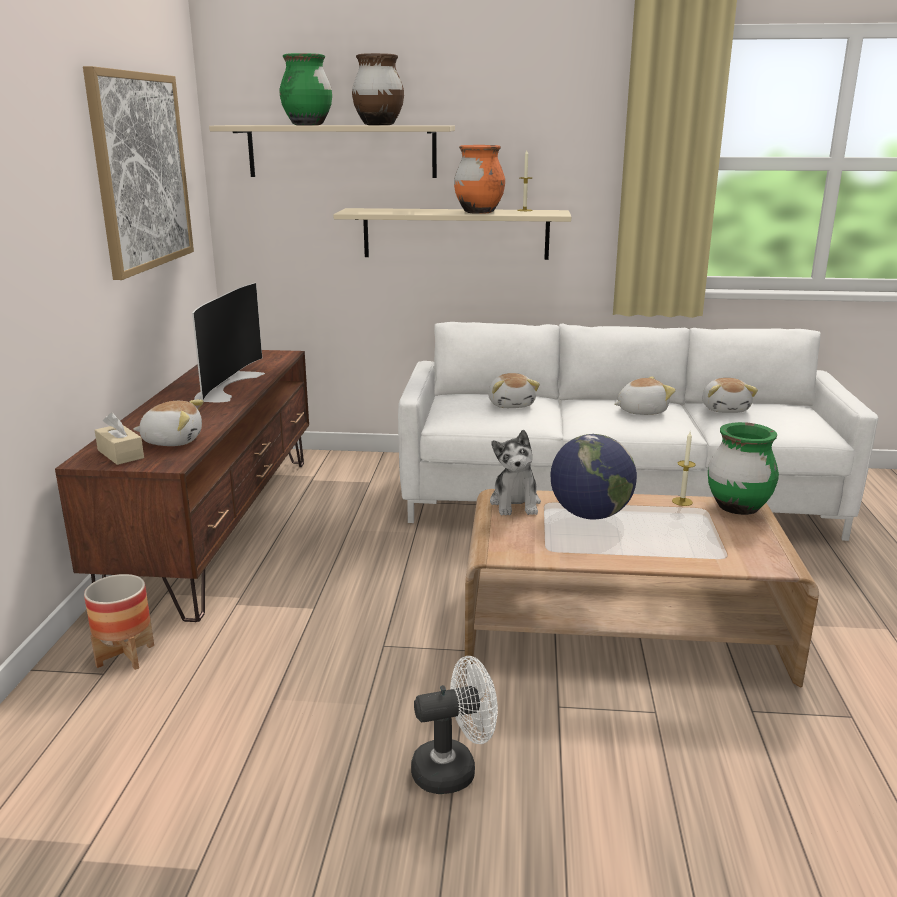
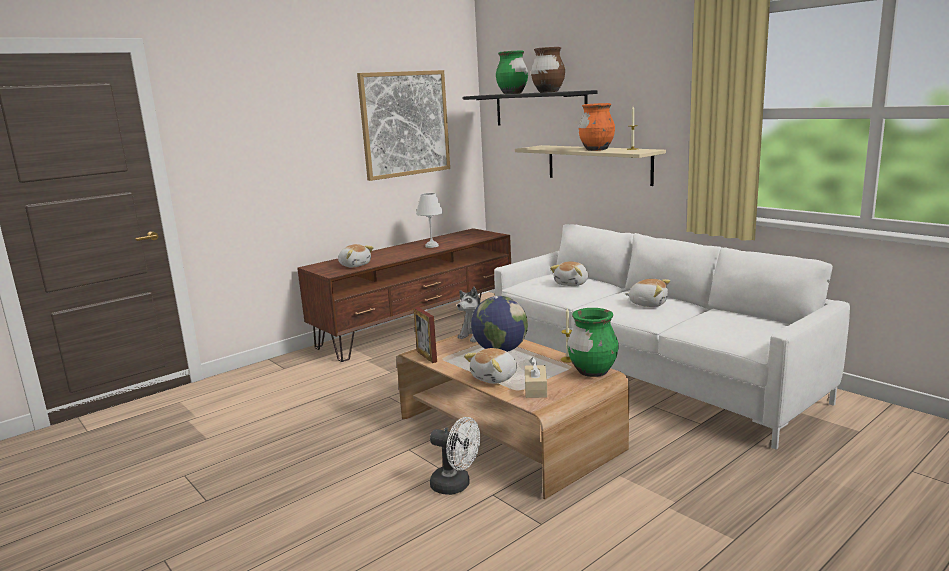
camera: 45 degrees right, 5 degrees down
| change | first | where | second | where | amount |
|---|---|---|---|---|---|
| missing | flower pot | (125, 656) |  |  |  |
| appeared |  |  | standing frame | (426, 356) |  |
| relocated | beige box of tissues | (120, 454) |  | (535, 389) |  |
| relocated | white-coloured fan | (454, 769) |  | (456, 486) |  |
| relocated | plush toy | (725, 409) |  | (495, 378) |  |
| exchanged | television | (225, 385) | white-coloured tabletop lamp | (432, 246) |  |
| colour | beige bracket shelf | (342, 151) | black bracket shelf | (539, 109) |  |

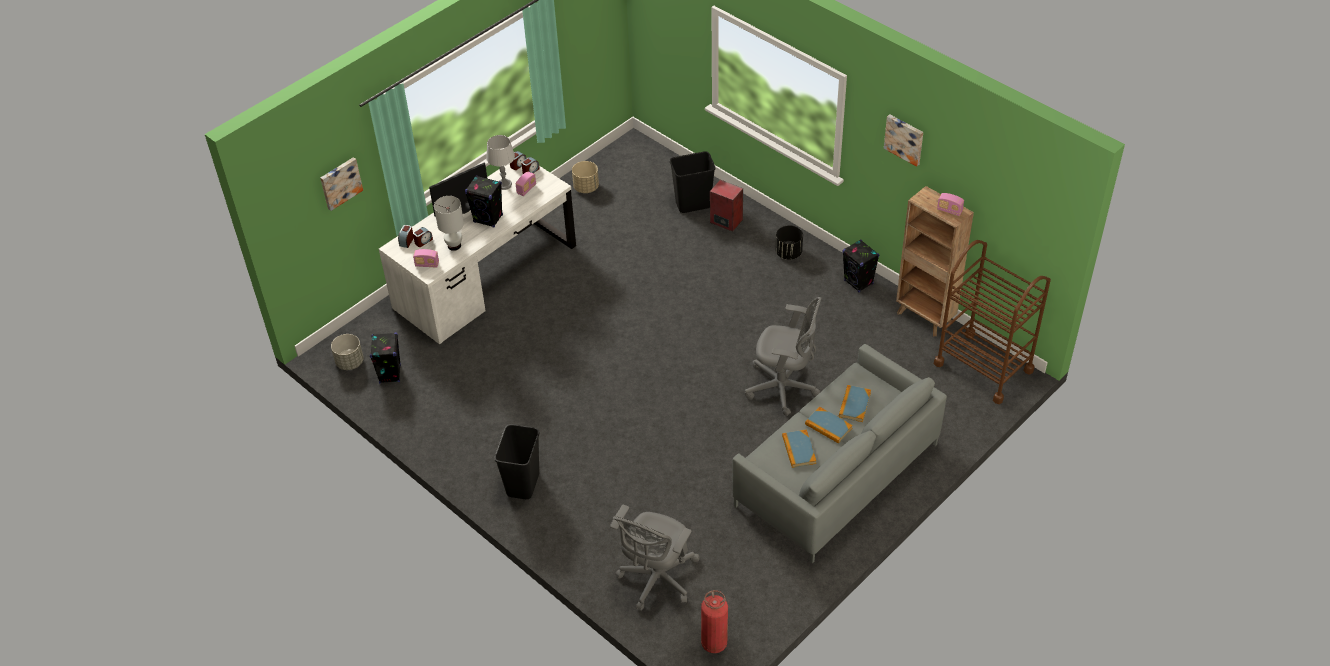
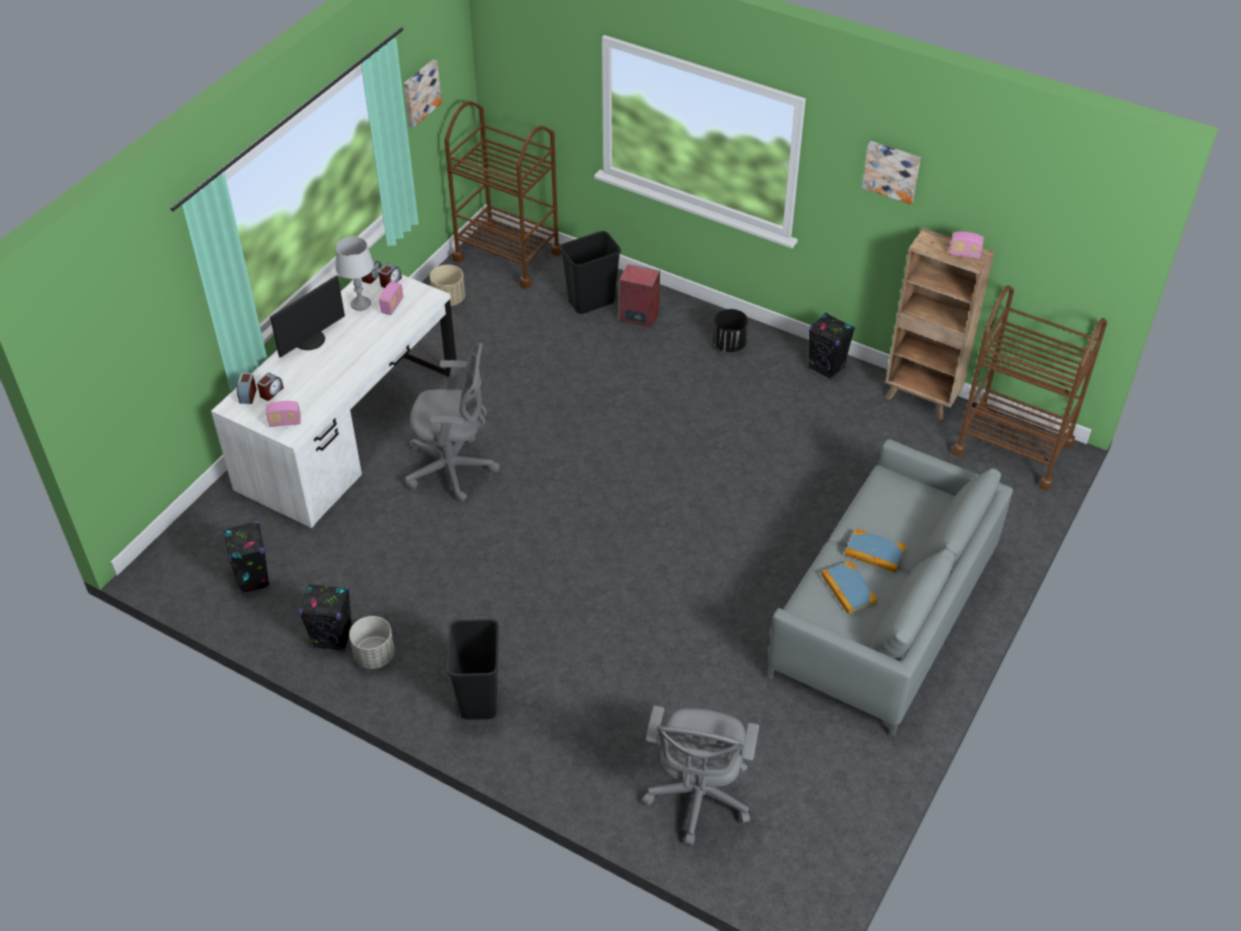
camera: 15 degrees left, 0 degrees up
| change | first | where | second | where | amount |
|---|---|---|---|---|---|
| missing | white-coloured tabletop lamp | (454, 246) |  |  |  |
| missing | fire extinguisher | (714, 643) |  |  |  |
| missing | bound book | (854, 405) |  |  |  |
| appeared |  |  | brown wheeled cart | (507, 256) |  |
| relocated | picture | (340, 183) |  | (420, 92) |  |
| relocated | gray flower pot | (350, 362) |  | (374, 655) |  |
| relocated | black speaker | (488, 219) |  | (333, 638) |  |
| relocated | gray desk chair | (784, 388) |  | (454, 469) |  |

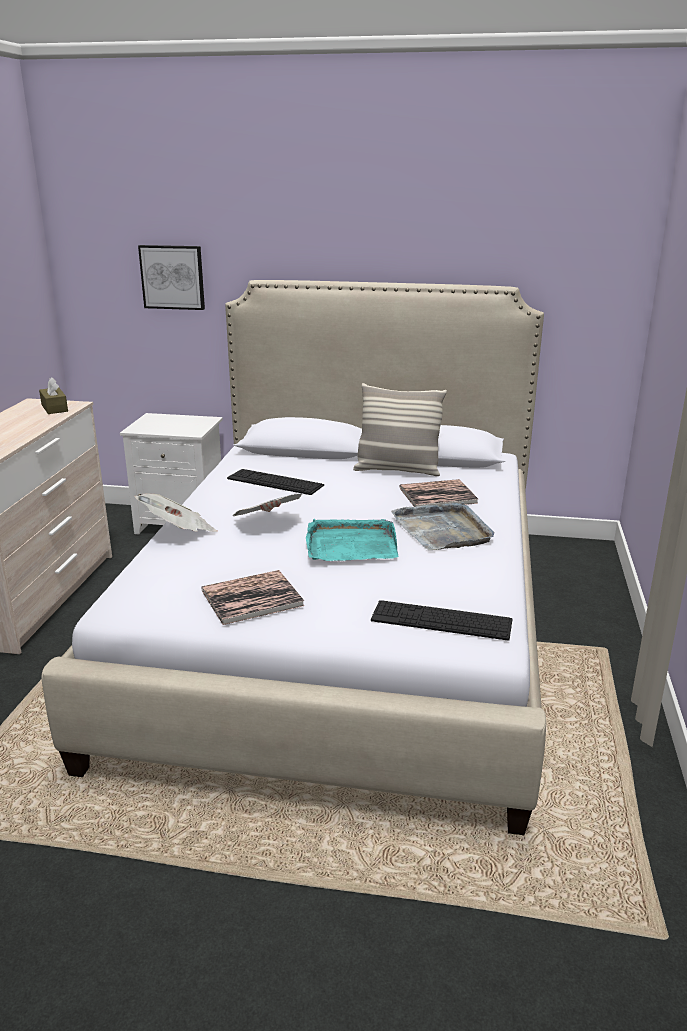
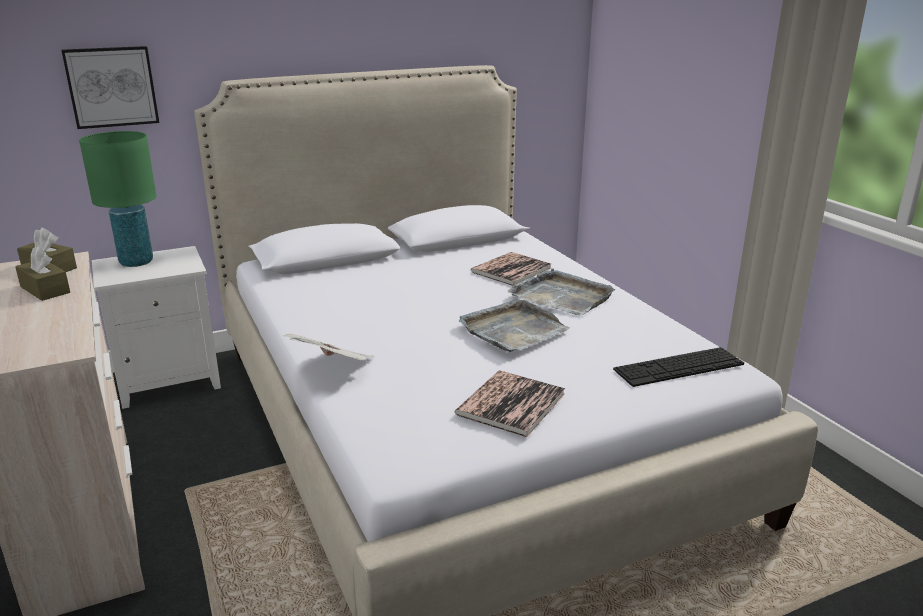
camera: 35 degrees left, 0 degrees up
| change | first | where | second | where | amount |
|---|---|---|---|---|---|
| missing | computer keyboard | (275, 482) |  |  |  |
| missing | newspaper | (267, 523) |  |  |  |
| missing | pillow | (397, 470) |  |  |  |
| appeared |  |  | brown box of tissues | (45, 290) |  |
| appeared |  |  | green tabletop lamp | (136, 262) |  |
| colour | turquoise-coloured carrying tray | (350, 544) | gray carrying tray | (512, 330) |  |

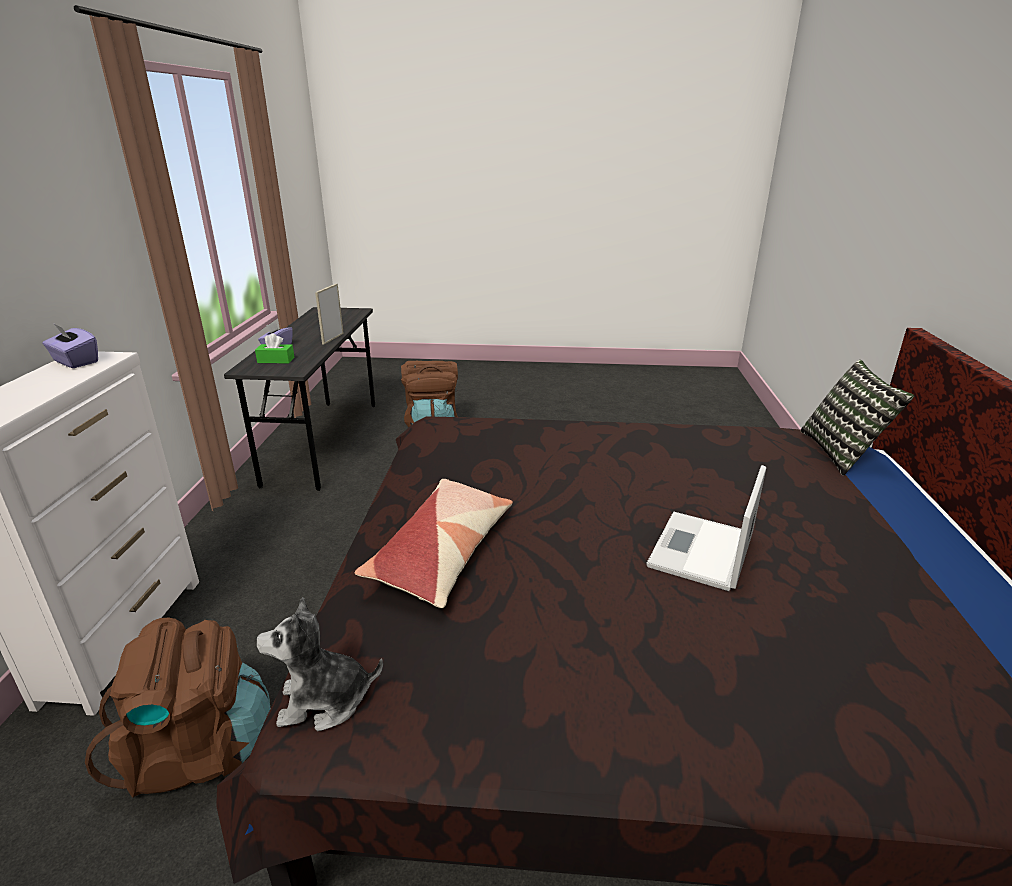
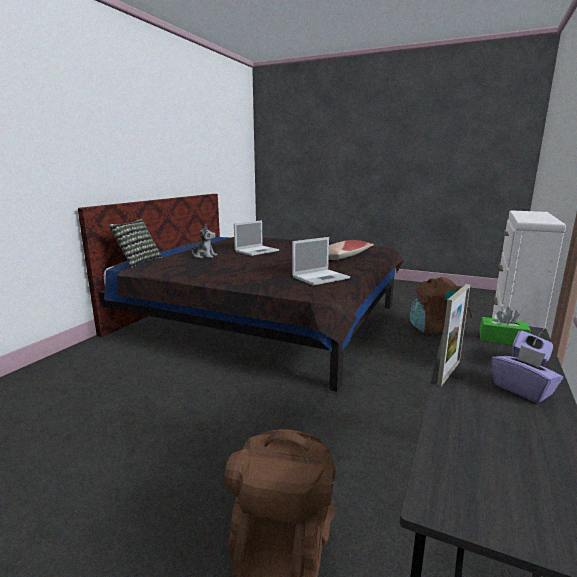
camera: 160 degrees left, 10 degrees down
| change | first | where | second | where | amount |
|---|---|---|---|---|---|
| appeared |  |  | portable computer | (321, 277) |  |
| relocated | purple box of tissues | (75, 362) |  | (522, 390) |  |
| relocated | plush toy | (324, 701) |  | (204, 256) |  |

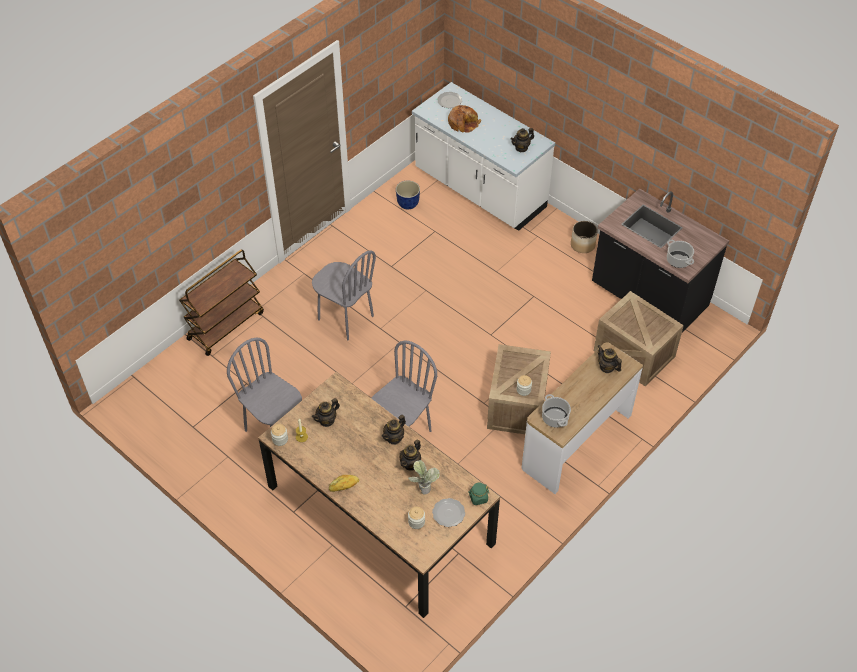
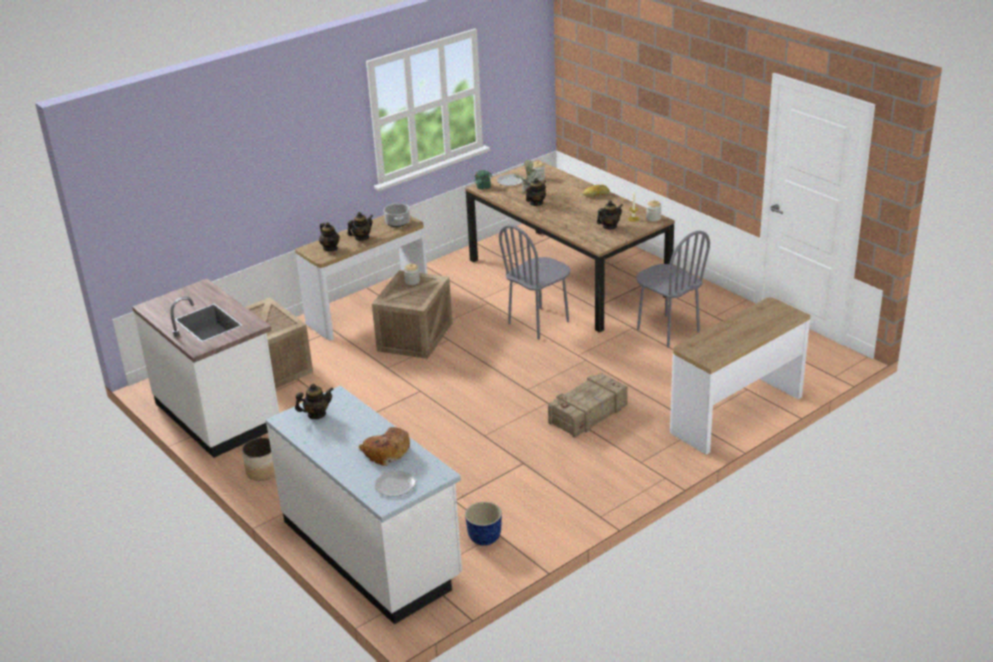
camera: 170 degrees left, 20 degrees down
| change | first | where | second | where | amount |
|---|---|---|---|---|---|
| missing | stockpot | (678, 260) |  |  |  |
| relocated | tea pot | (394, 438) |  | (361, 238) |  |
| exchanged | brown wheeled cart | (226, 325) | hall table | (736, 415) |  |
| exchanged | gray chair | (345, 318) | packing crate | (589, 414) |  |
| colour | black counter | (648, 297) | white-coloured counter | (219, 414) |  |

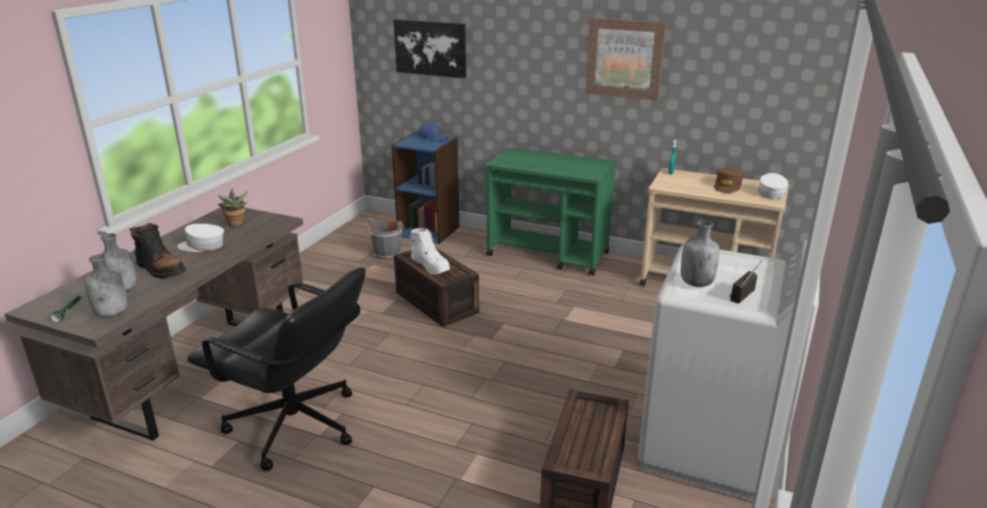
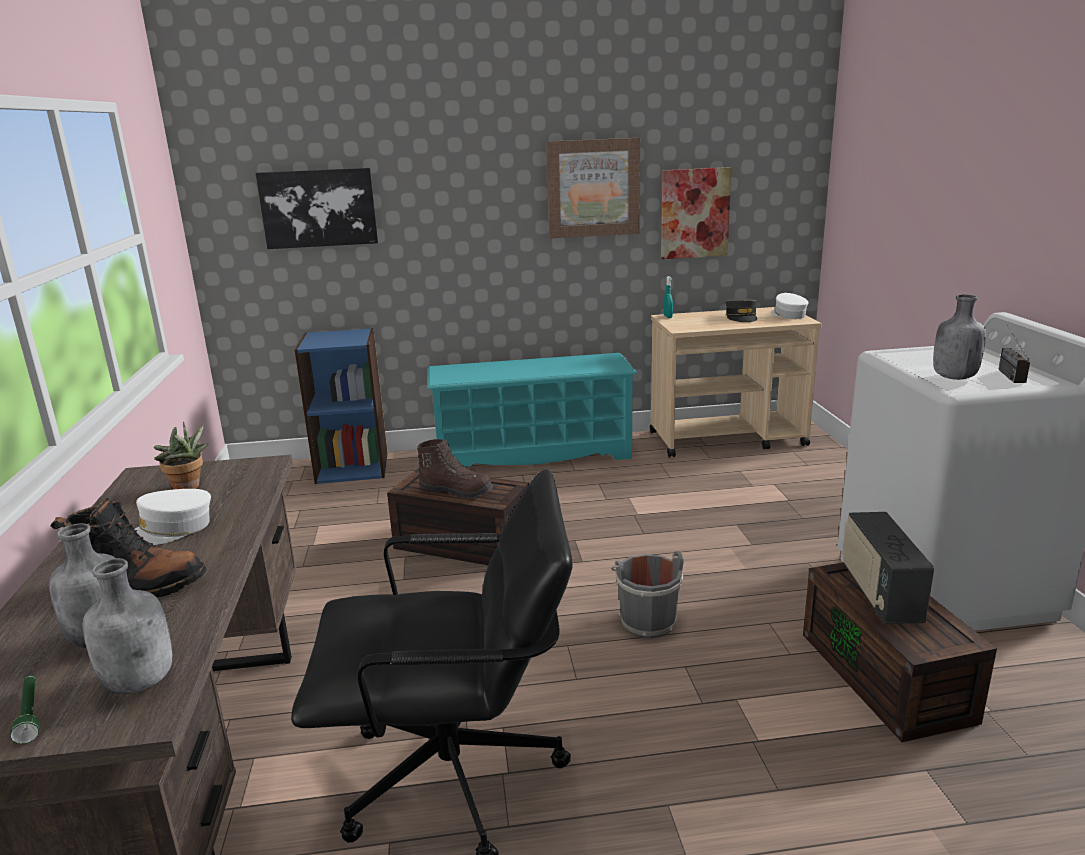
camera: 30 degrees left, 5 degrees down
| change | first | where | second | where | amount |
|---|---|---|---|---|---|
| missing | blue baseball cap | (433, 137) |  |  |  |
| appeared |  |  | picture | (694, 213) |  |
| appeared |  |  | radio set | (879, 594) |  |
| relocated | gray bucket | (387, 253) |  | (646, 620) |  |
| exchanged | green wheeled cart | (548, 254) | turquoise-coloured shoe stand | (533, 454) |  |
| colour | white-coloured high-top boot | (431, 266) | brown high-top boot | (456, 491) |  |
| colour | brown baseball cap | (727, 186) | gray baseball cap | (741, 317) |  |

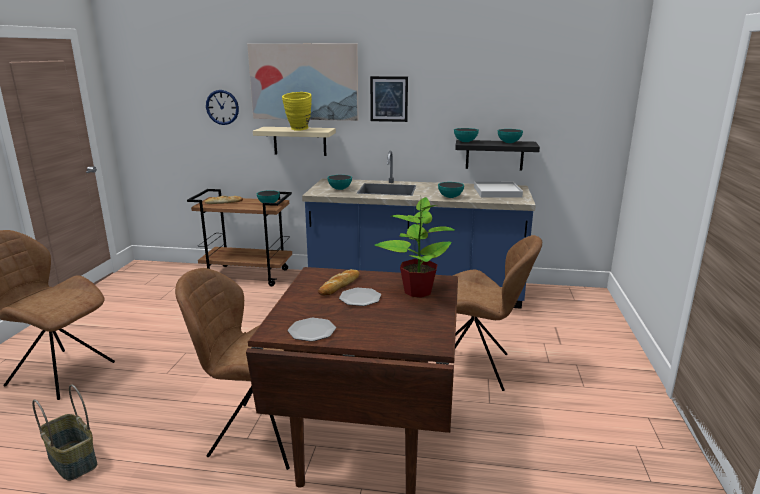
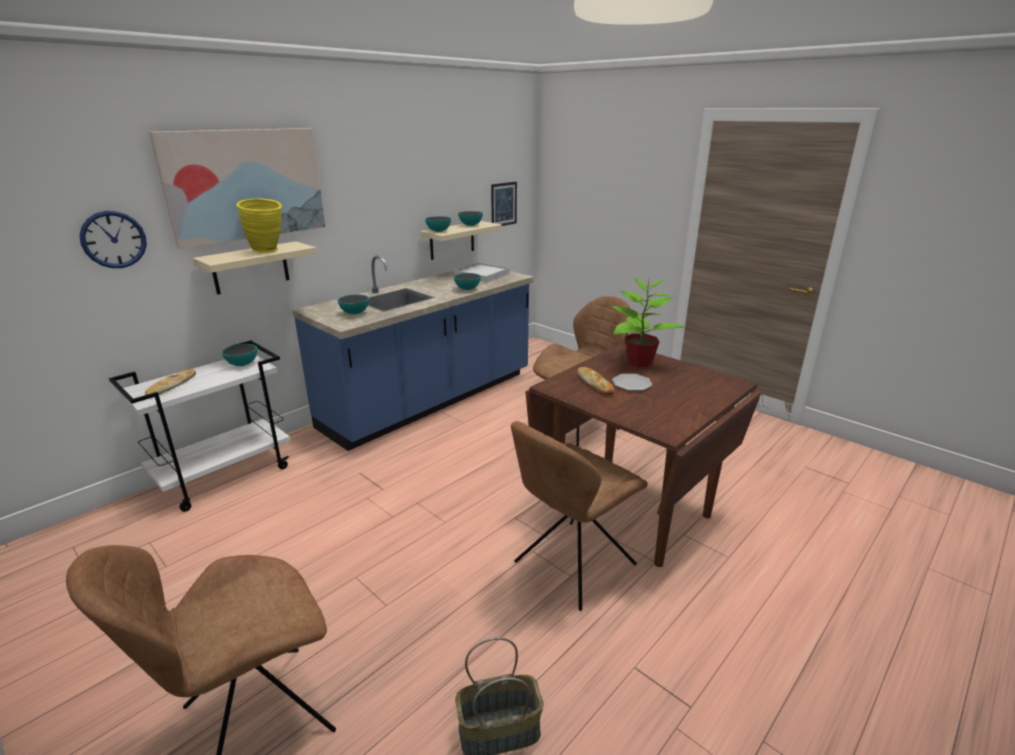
camera: 55 degrees left, 5 degrees up
| change | first | where | second | where | amount |
|---|---|---|---|---|---|
| missing | plate | (311, 331) |  |  |  |
| relocated | picture | (389, 99) |  | (503, 204) |  |
| colour | brown wheeled cart | (248, 275) | white-coloured wheeled cart | (225, 475) |  |
| colour | black bracket shelf | (494, 155) | beige bracket shelf | (452, 240) |  |

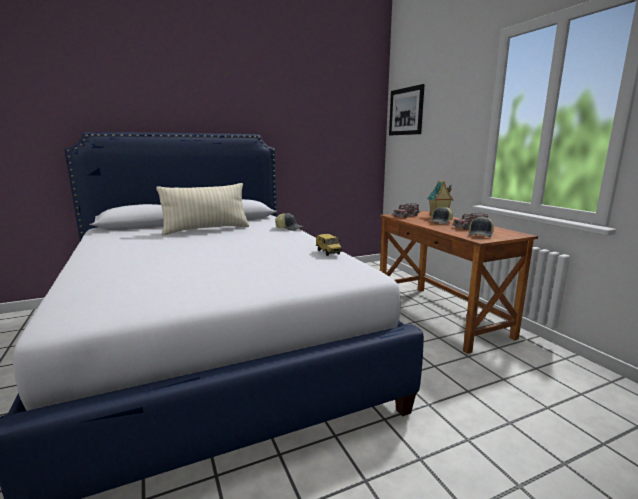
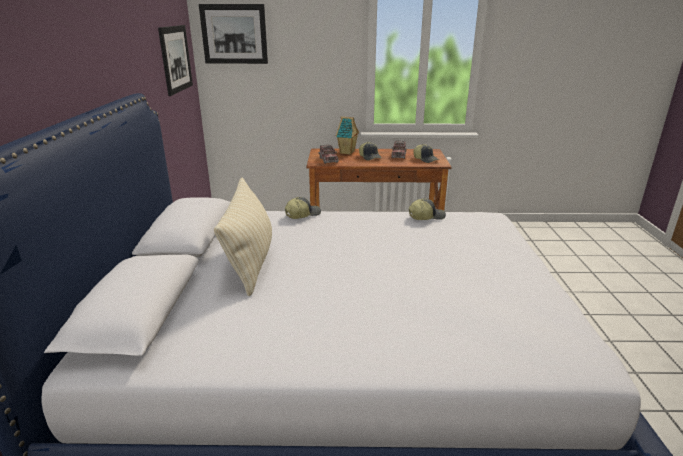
camera: 65 degrees left, 10 degrees up
| change | first | where | second | where | amount |
|---|---|---|---|---|---|
| appeared |  |  | picture | (175, 59) |  |
| exchanged | model car | (329, 253) | baseball cap | (426, 216) |  |

